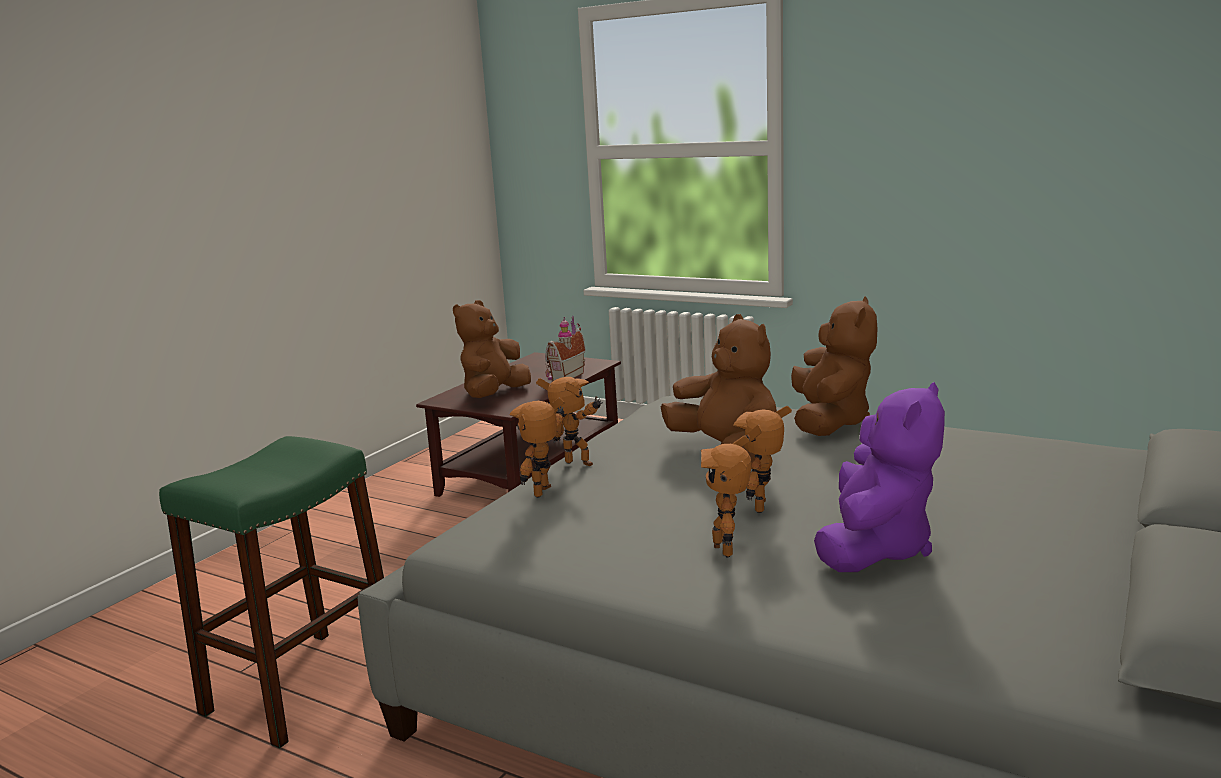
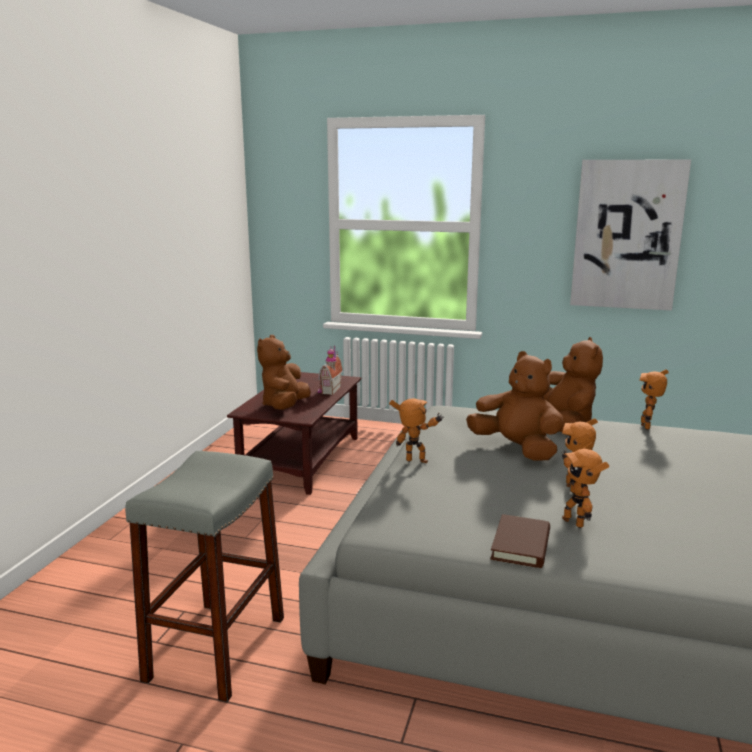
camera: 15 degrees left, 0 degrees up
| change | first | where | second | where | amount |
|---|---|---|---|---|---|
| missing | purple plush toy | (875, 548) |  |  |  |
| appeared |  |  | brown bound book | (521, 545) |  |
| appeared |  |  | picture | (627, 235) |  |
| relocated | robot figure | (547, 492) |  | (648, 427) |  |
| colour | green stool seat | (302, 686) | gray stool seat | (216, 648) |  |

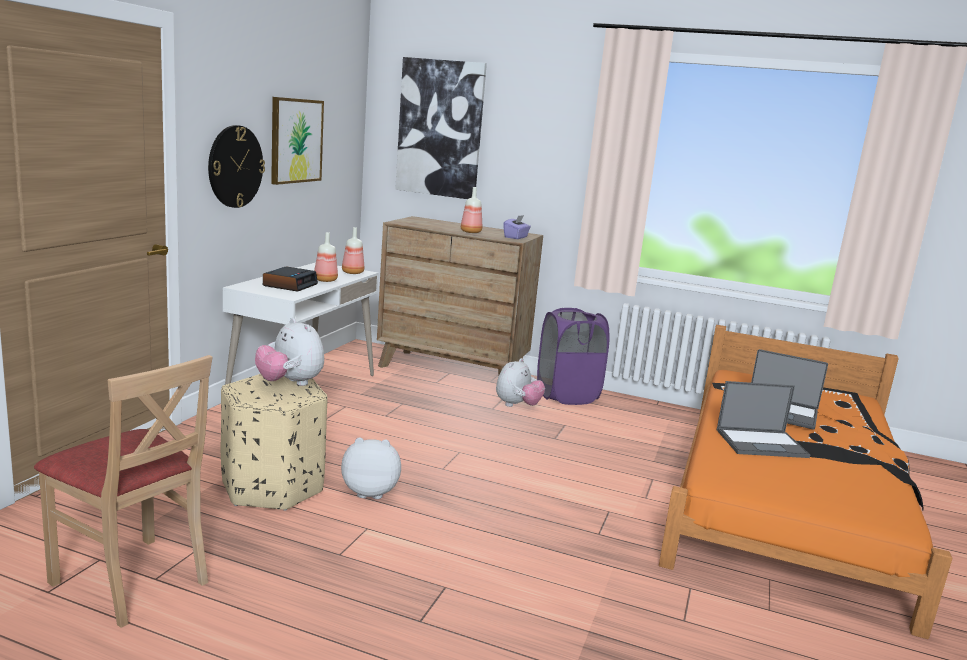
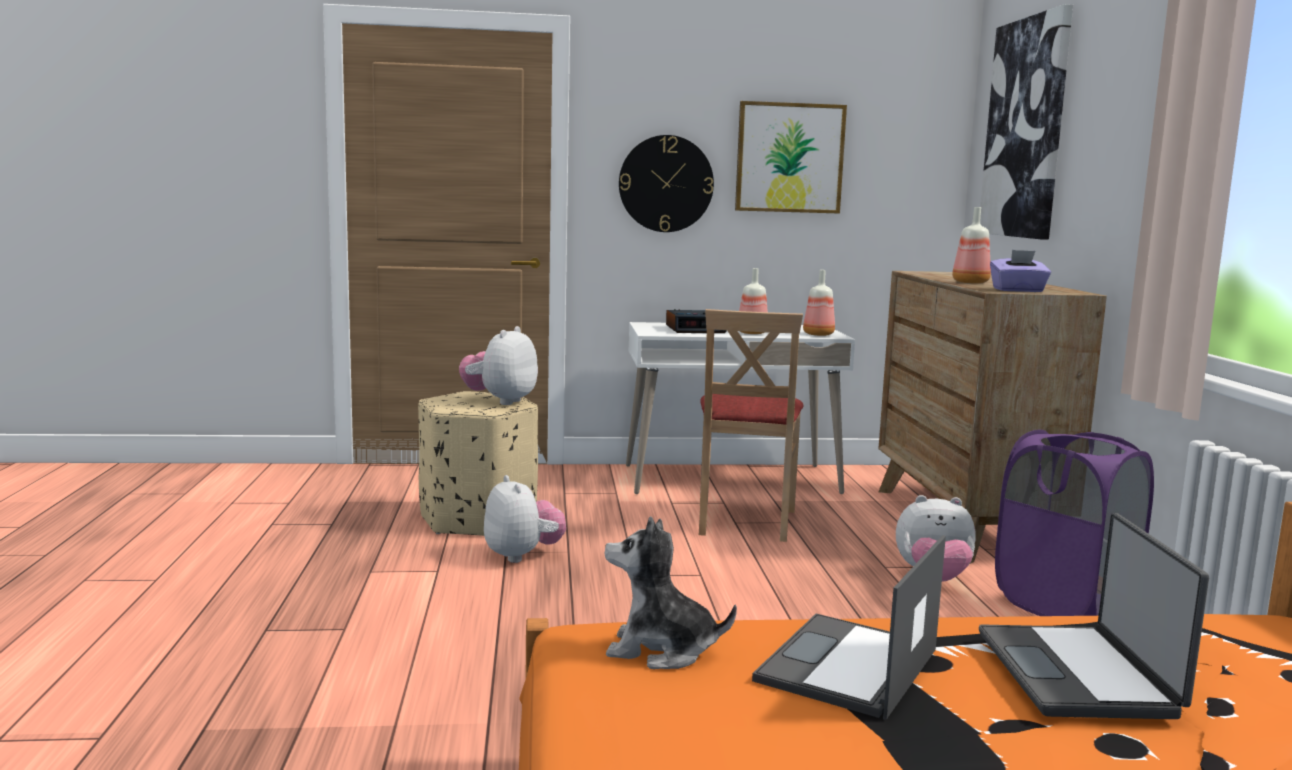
camera: 65 degrees right, 5 degrees down
| change | first | where | second | where | amount |
|---|---|---|---|---|---|
| appeared |  |  | plush toy | (661, 650) |  |
| relocated | beige chair | (132, 580) |  | (744, 521) |  |
| spun | portable computer | (762, 443) |  | (847, 667) | 60 degrees clockwise |

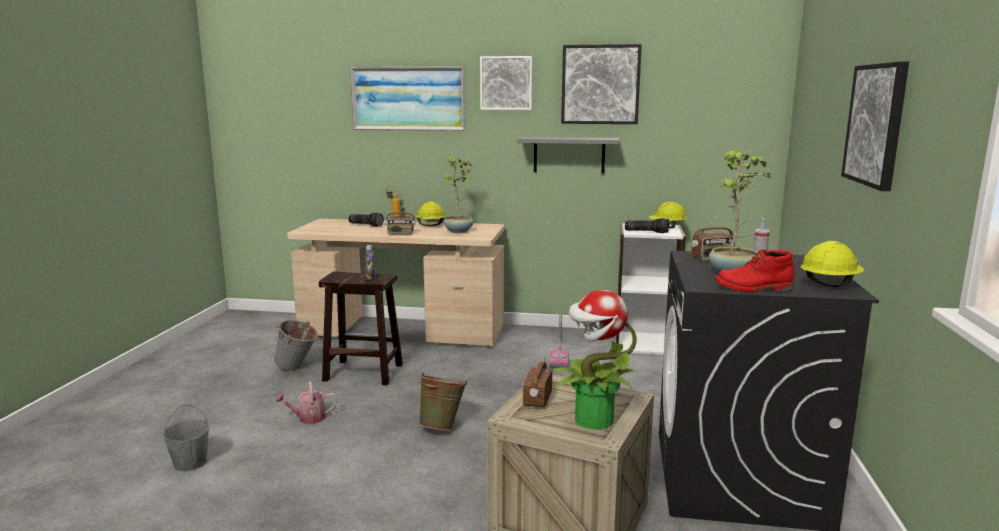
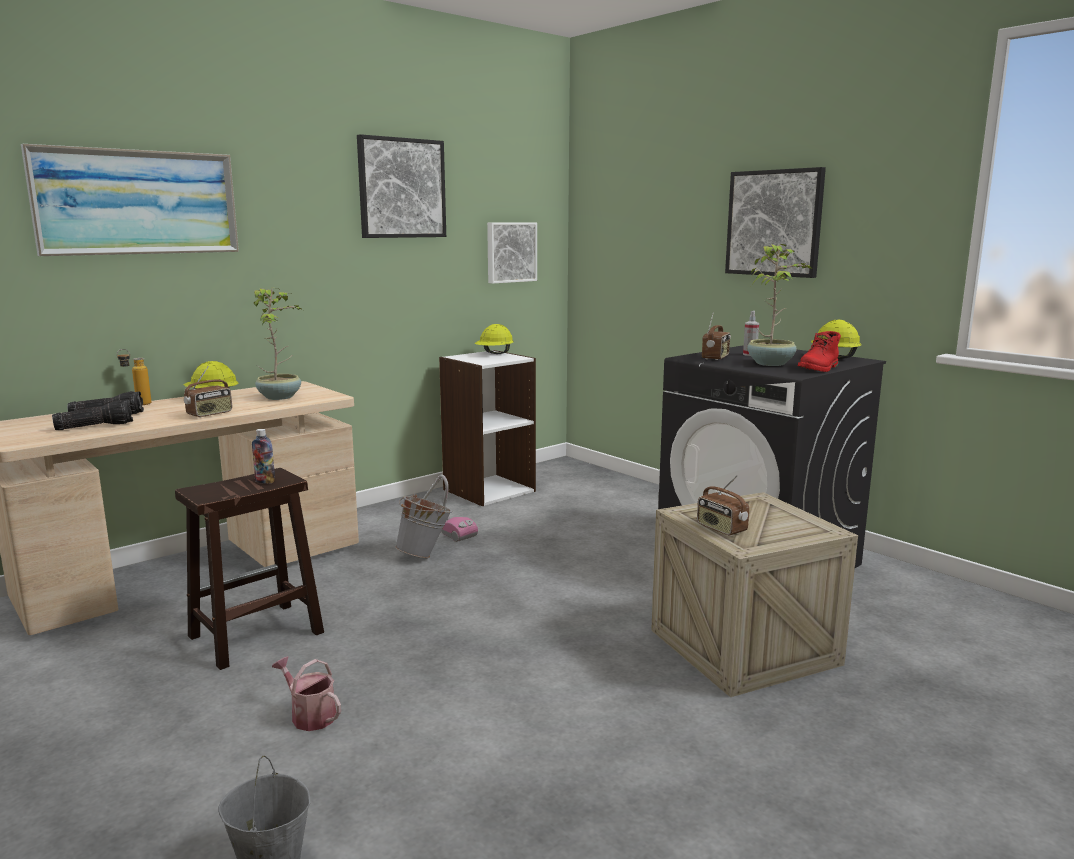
camera: 50 degrees left, 0 degrees up
| change | first | where | second | where | amount |
|---|---|---|---|---|---|
| missing | green bucket | (442, 427) |  |  |  |
| missing | gray bracket shelf | (569, 154) |  |  |  |
| missing | potted plant | (592, 420) |  |  |  |
| relocated | gray bucket | (297, 368) |  | (425, 555) |  |
| relocated | picture | (506, 83) |  | (510, 252) |  |
| relocated | hand torch | (647, 231) |  | (95, 426) |  |
| spun | watering can | (308, 418) |  | (309, 715) | 105 degrees clockwise |

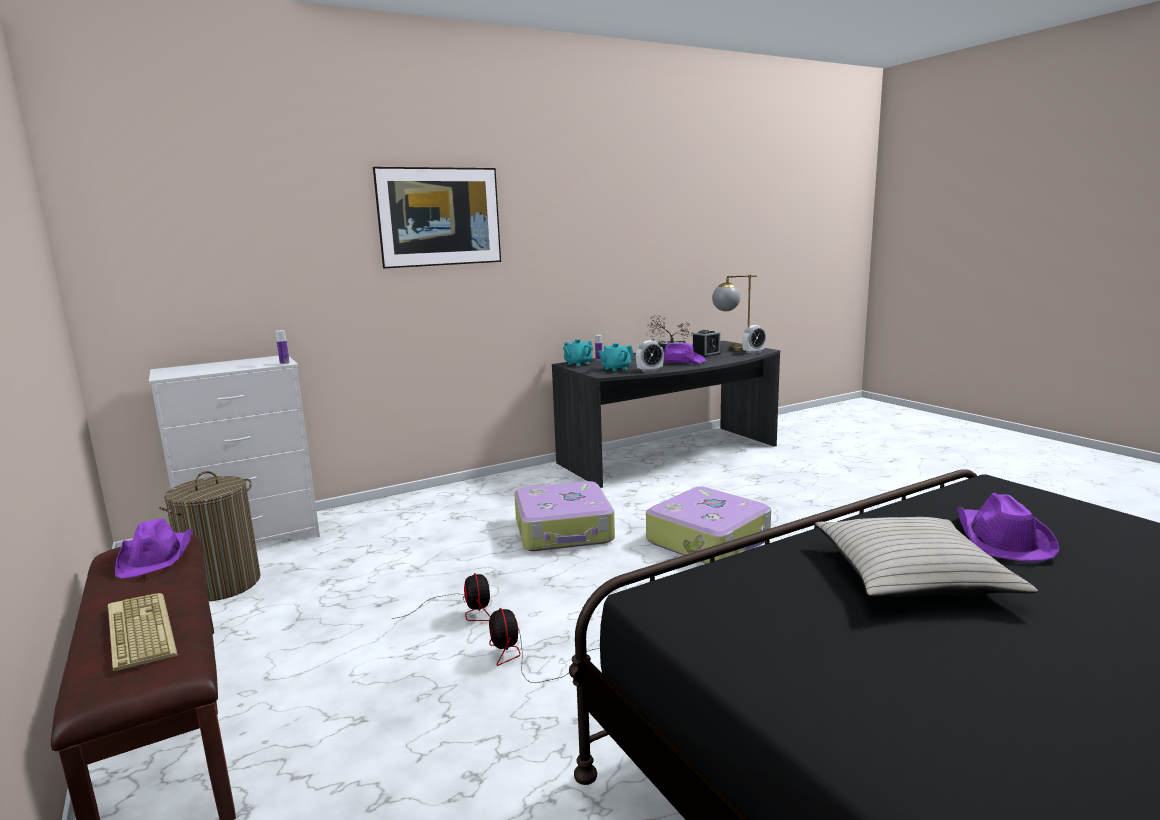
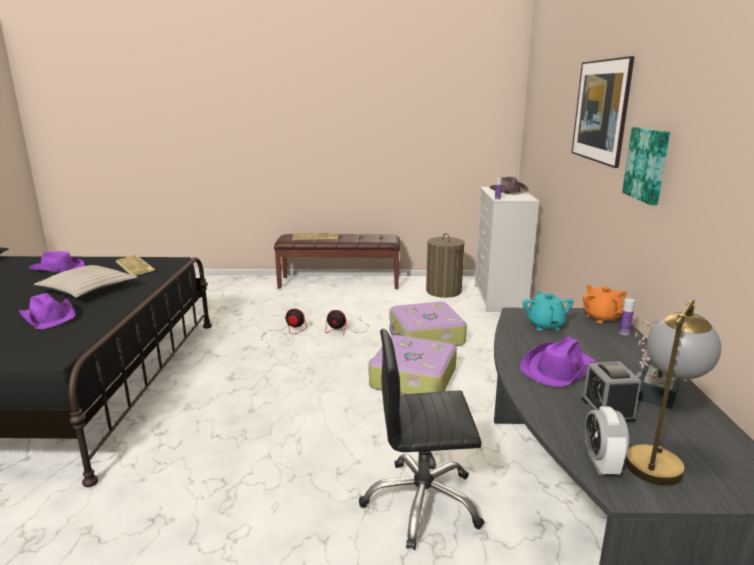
camera: 120 degrees right, 5 degrees up
| change | first | where | second | where | amount |
|---|---|---|---|---|---|
| missing | alarm clock | (649, 370) |  |  |  |
| appeared |  |  | computer keyboard | (136, 266) |  |
| appeared |  |  | black desk chair | (422, 503) |  |
| appeared |  |  | brown hat | (508, 191) |  |
| appeared |  |  | picture | (648, 164) |  |
| relocated | purple hat | (157, 555) |  | (57, 269) |  |
| relocated | piece of luggage | (709, 540) |  | (425, 336) |  |
| colour | turquoise-coloured tea pot | (578, 363) | orangey tea pot | (601, 317) |  |

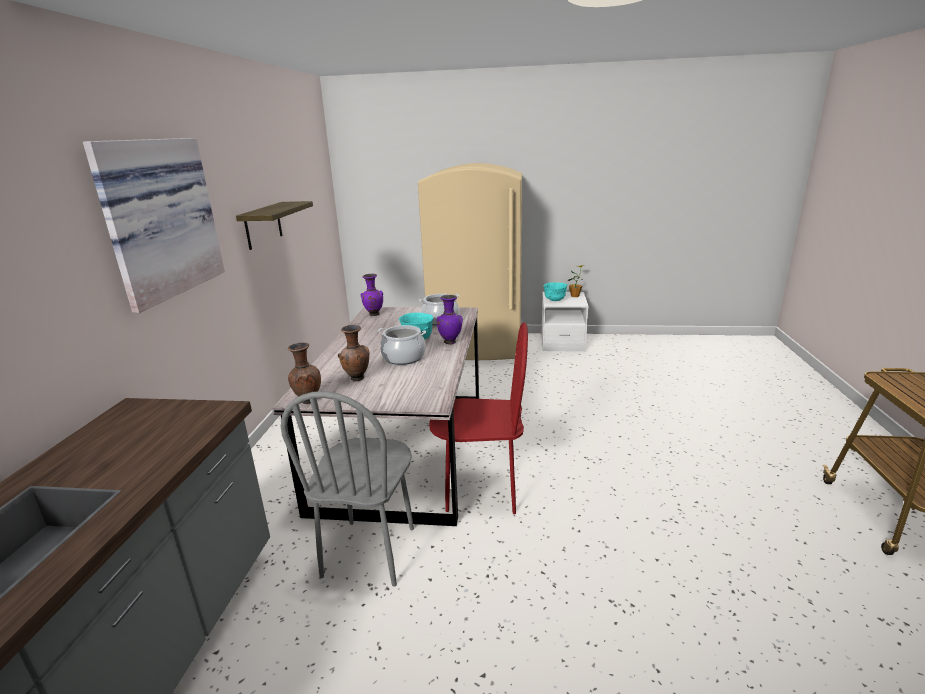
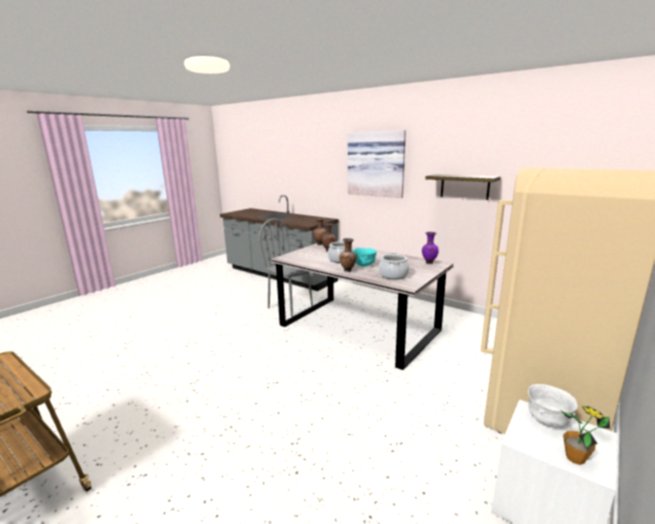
camera: 120 degrees right, 5 degrees down
| change | first | where | second | where | amount |
|---|---|---|---|---|---|
| missing | red-coloured chair | (481, 491) |  |  |  |
| colour | purple flower vase | (450, 342) | brown flower vase | (348, 271) |  |
| colour | turquoise-coloured deep dish | (554, 300) | white-coloured deep dish | (547, 421) |  |

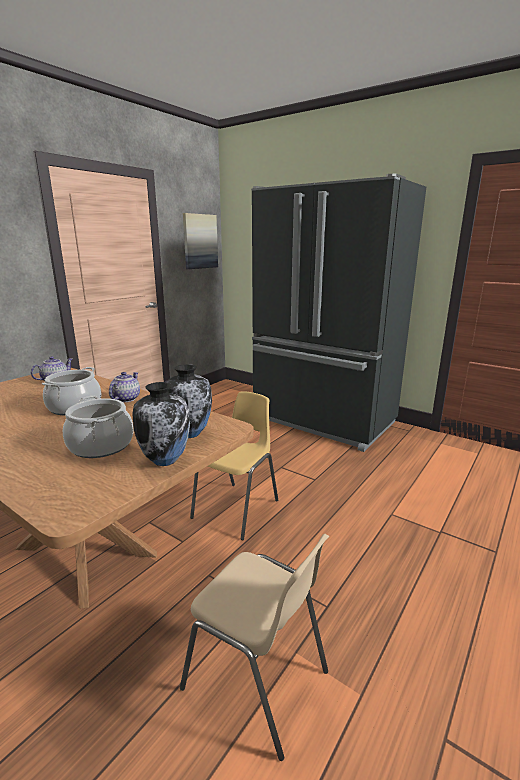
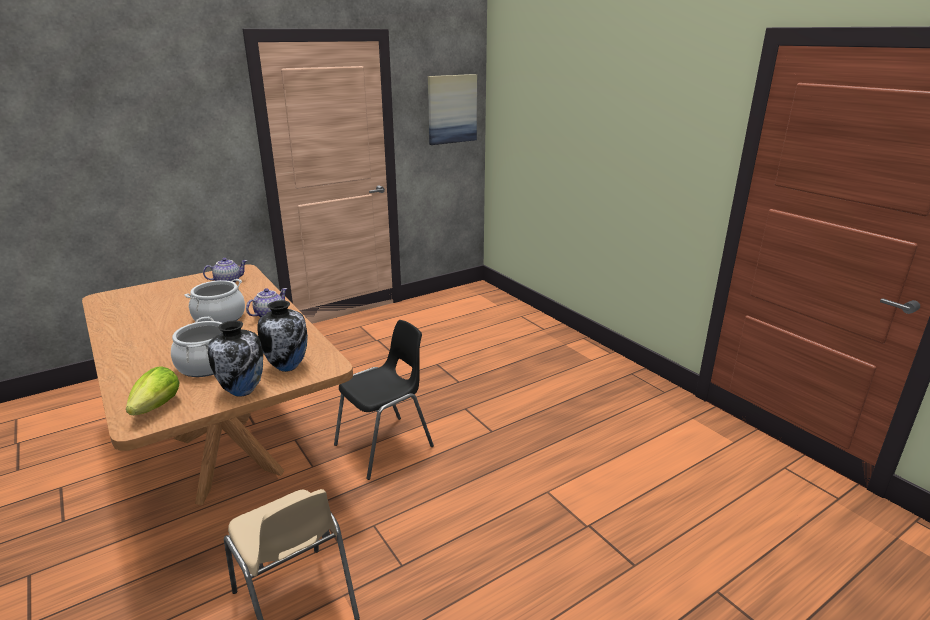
camera: 20 degrees right, 5 degrees up
| change | first | where | second | where | amount |
|---|---|---|---|---|---|
| missing | black fridge | (322, 421) |  |  |  |
| appeared |  |  | head of lettuce | (157, 406) |  |
| colour | yellow chair | (237, 509) | black chair | (385, 446) |  |

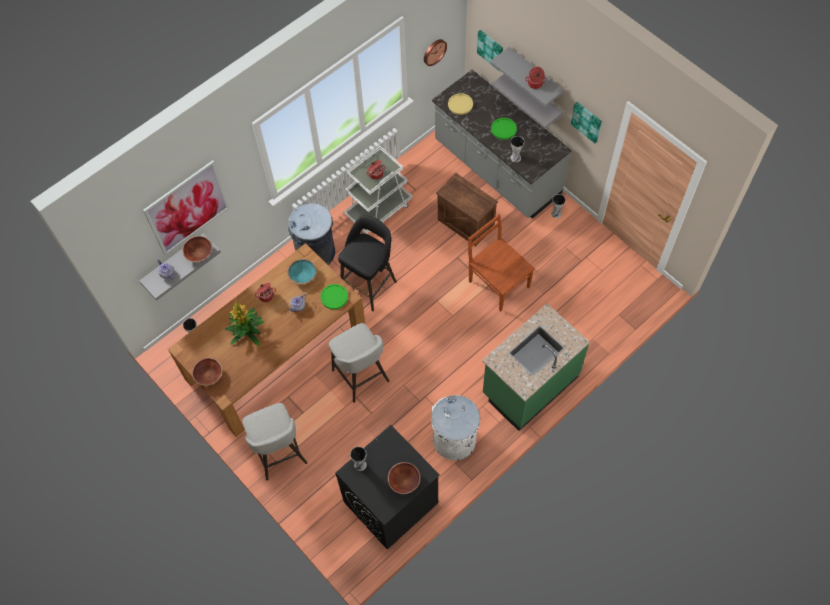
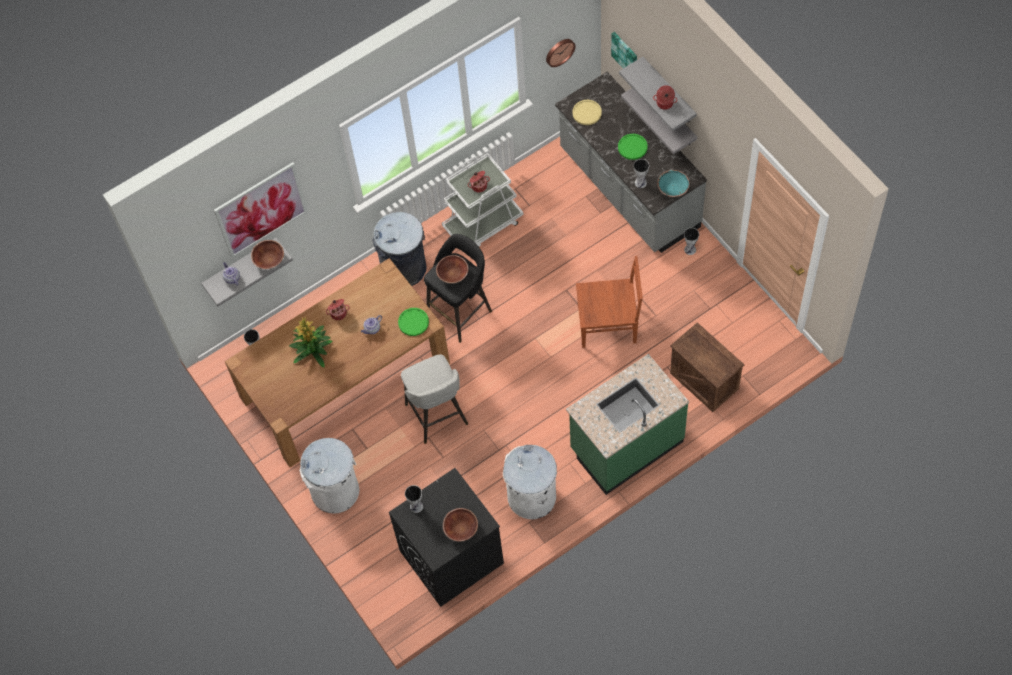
camera: 10 degrees right, 0 degrees up
| change | first | where | second | where | amount |
|---|---|---|---|---|---|
| missing | picture | (587, 121) |  |  |  |
| relocated | brown deep dish | (209, 375) |  | (453, 274) |  |
| relocated | turquoise-coloured deep dish | (302, 275) |  | (672, 188) |  |
| relocated | packing crate | (466, 223) |  | (705, 381) |  |
| exchanged | gray stool seat | (280, 454) | white-coloured waste bin | (335, 491) |  |
| spun | brown chair | (498, 283) |  | (608, 324) | 120 degrees clockwise |

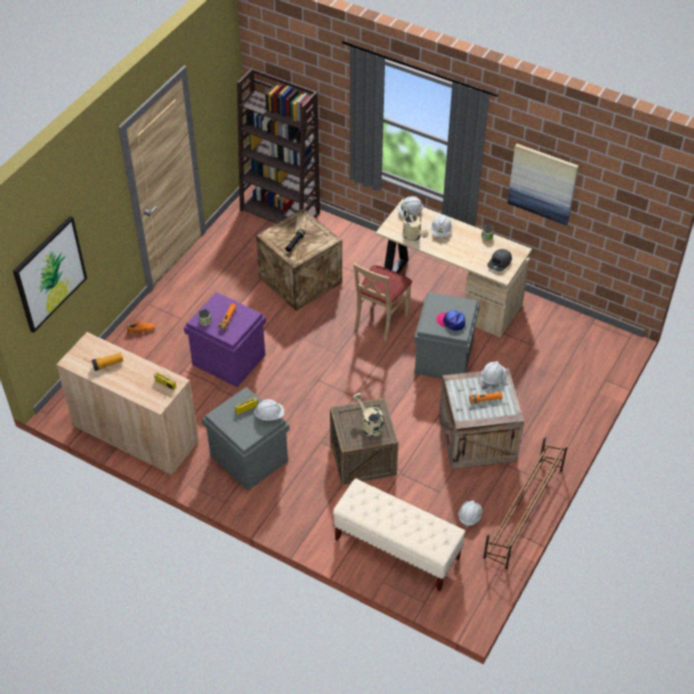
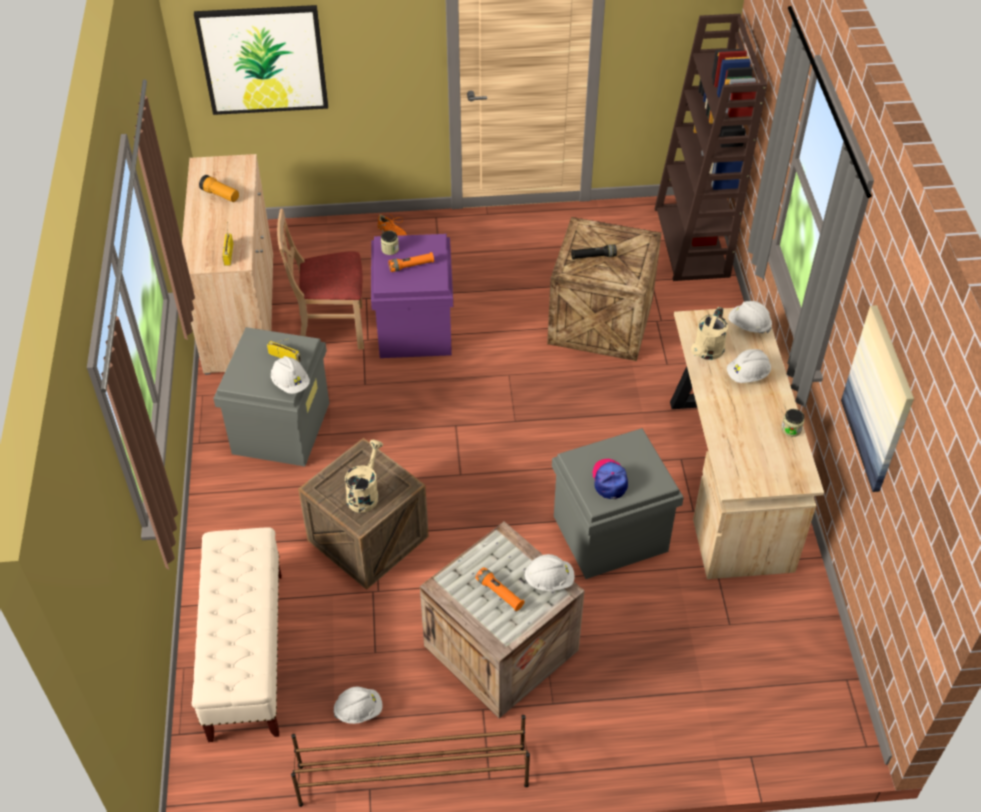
camera: 55 degrees right, 0 degrees up
| change | first | where | second | where | amount |
|---|---|---|---|---|---|
| missing | gray baseball cap | (500, 263) |  |  |  |
| relocated | beige chair | (380, 320) |  | (331, 328) |  |

